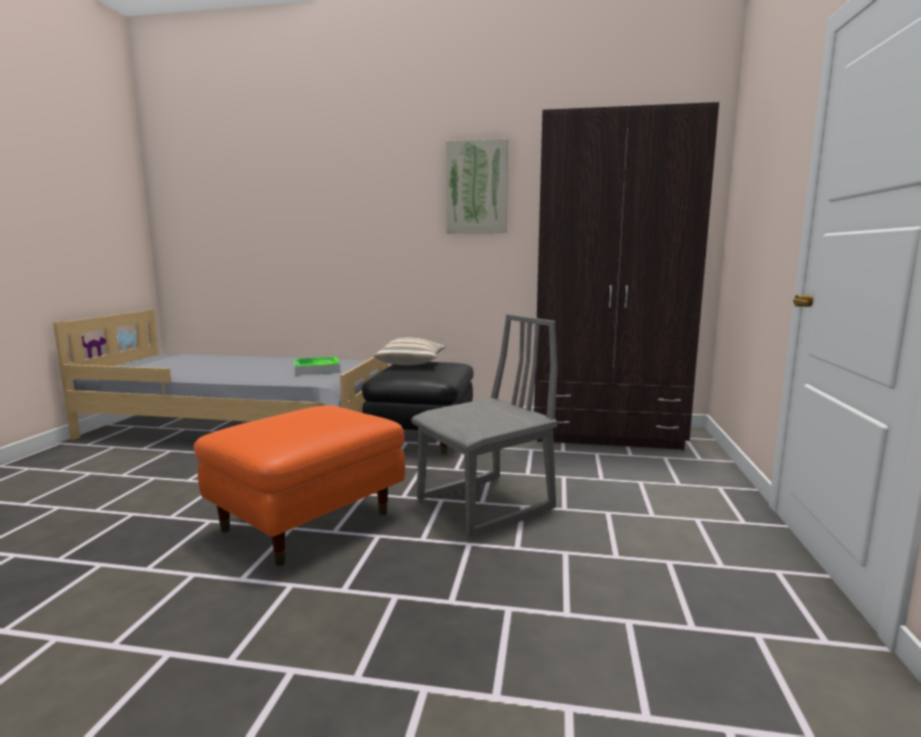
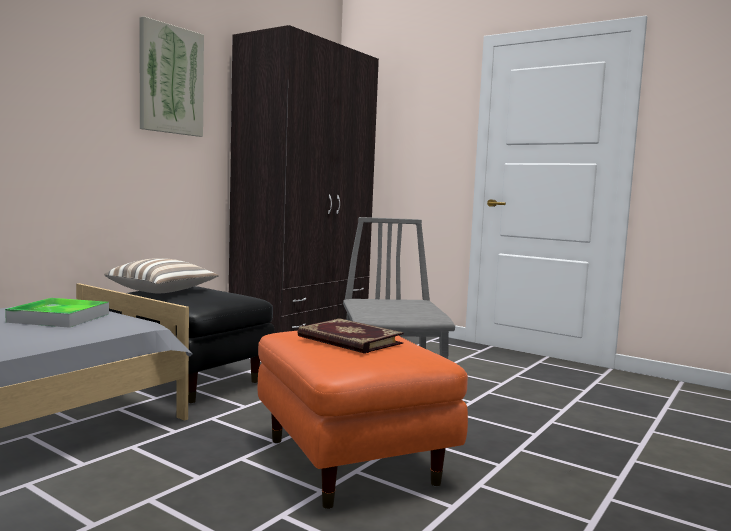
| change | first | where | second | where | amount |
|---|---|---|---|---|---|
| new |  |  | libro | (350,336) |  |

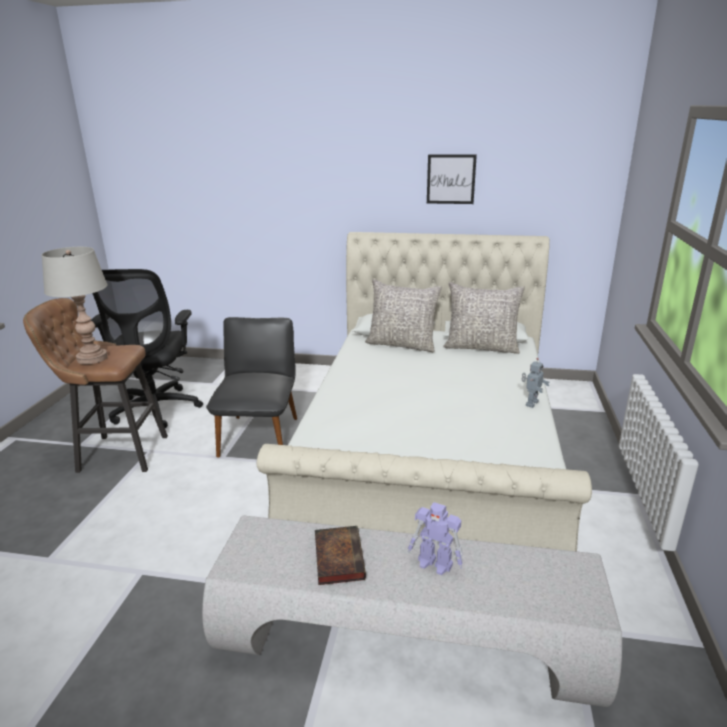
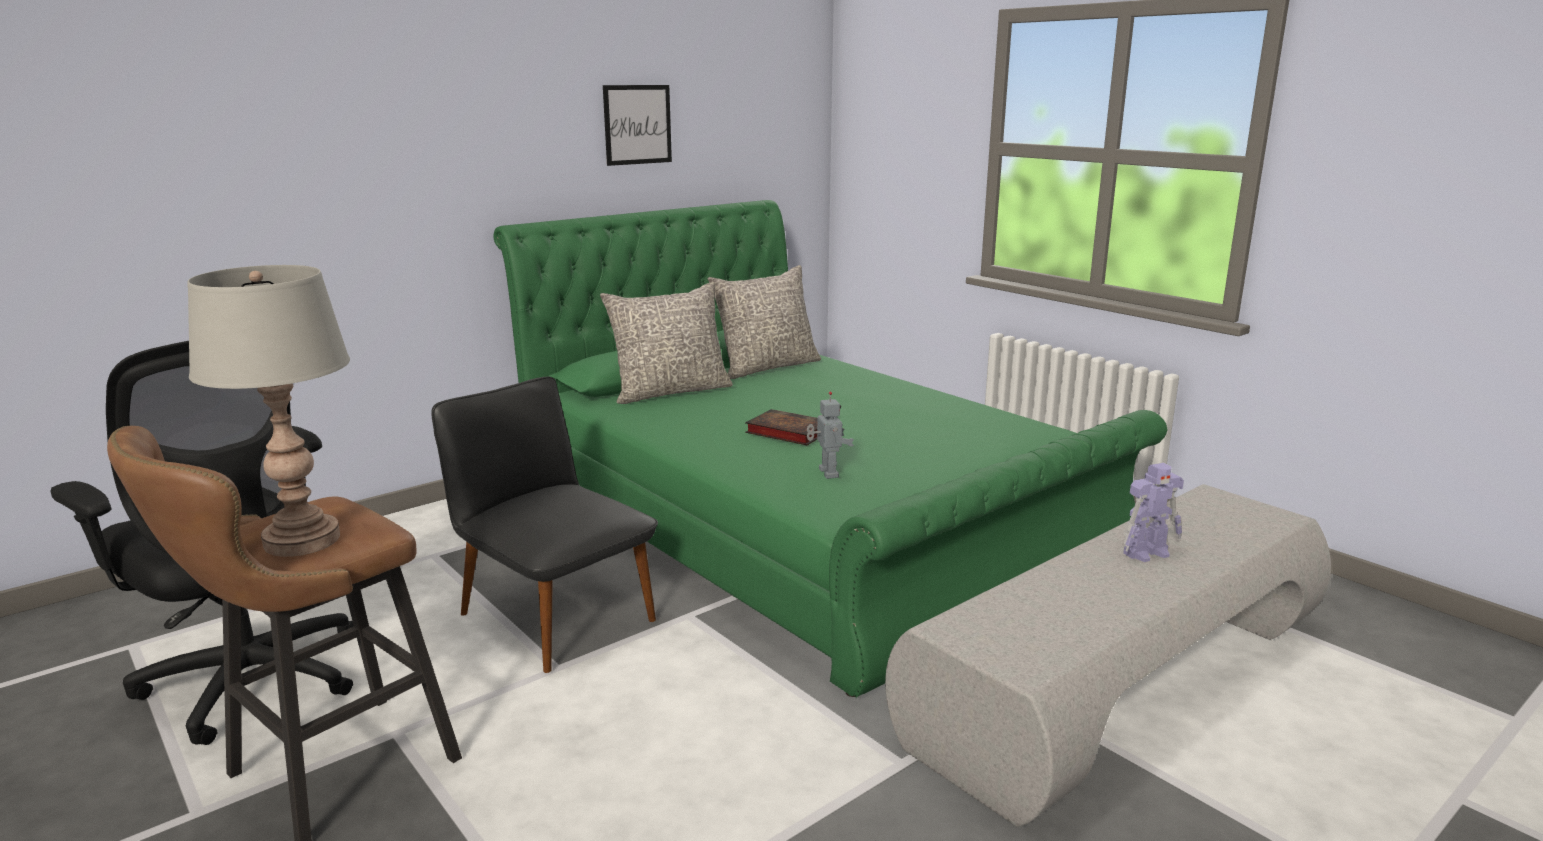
| change | first | where | second | where | amount |
|---|---|---|---|---|---|
| repainted | cama [beis] | (424,391) | cama [verde] | (830,449) |  |
| shifted | libro | (340,555) |  | (781,427) |  |
| shifted | robot de juguete | (535,383) |  | (830,435) |  |

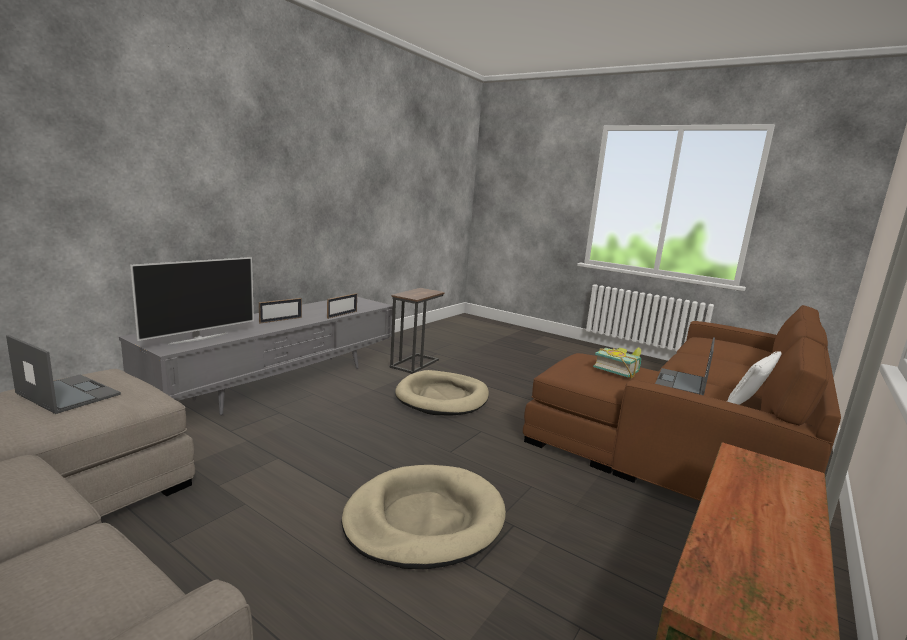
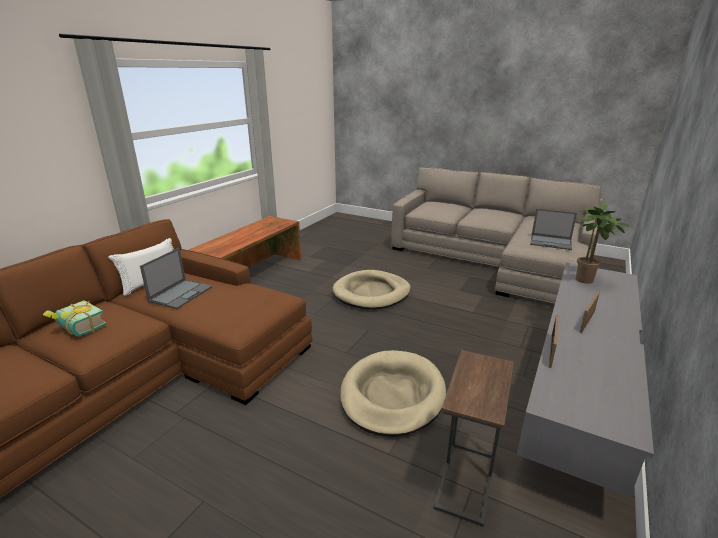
| change | first | where | second | where | amount |
|---|---|---|---|---|---|
| swapped | televisor | (192,301) | planta en maceta | (602,244) |  |
| shifted | libro | (617,363) |  | (74,318) |  |

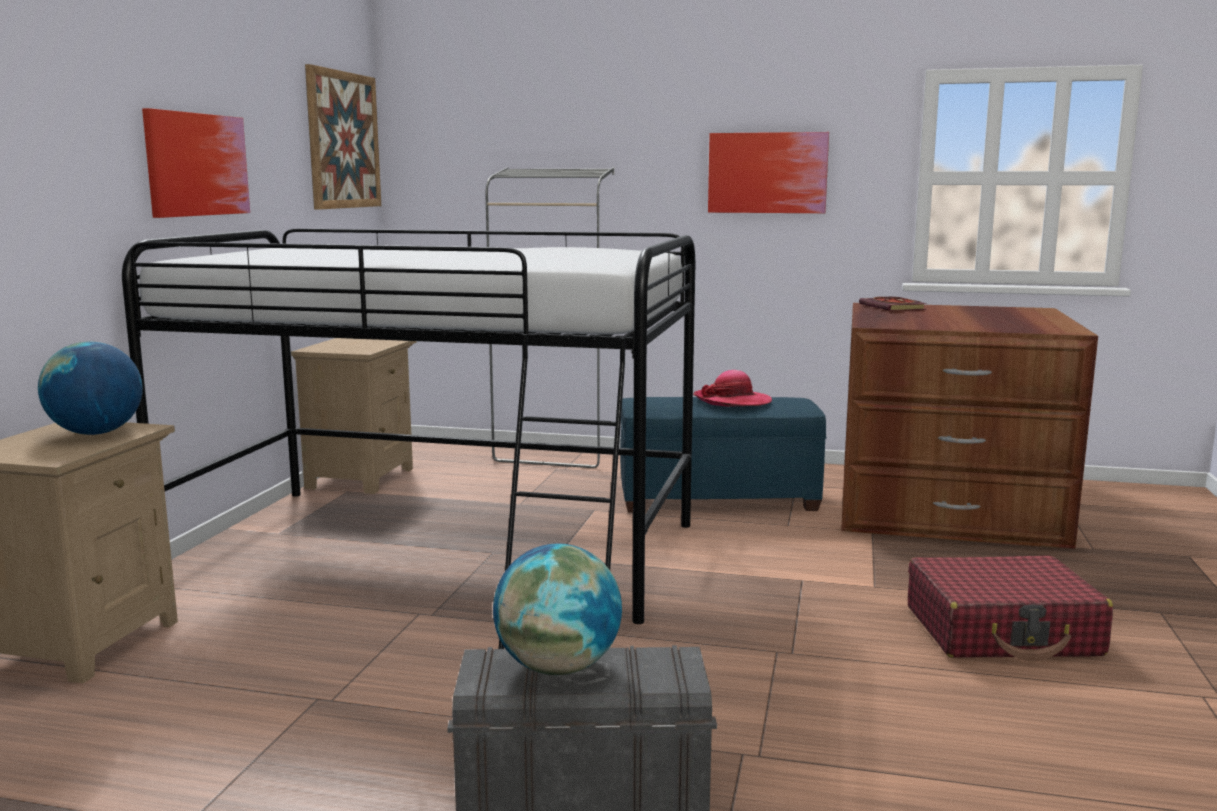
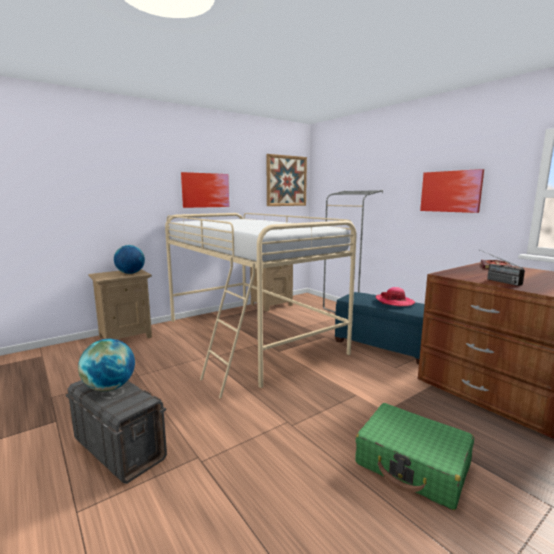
| change | first | where | second | where | amount |
|---|---|---|---|---|---|
| repainted | cama [negro] | (408,439) | cama [beis] | (260,305) |  |
| repainted | maleta [rojo] | (1010,608) | maleta [verde] | (414,456) |  |
| new |  |  | radio | (502,268) |  |

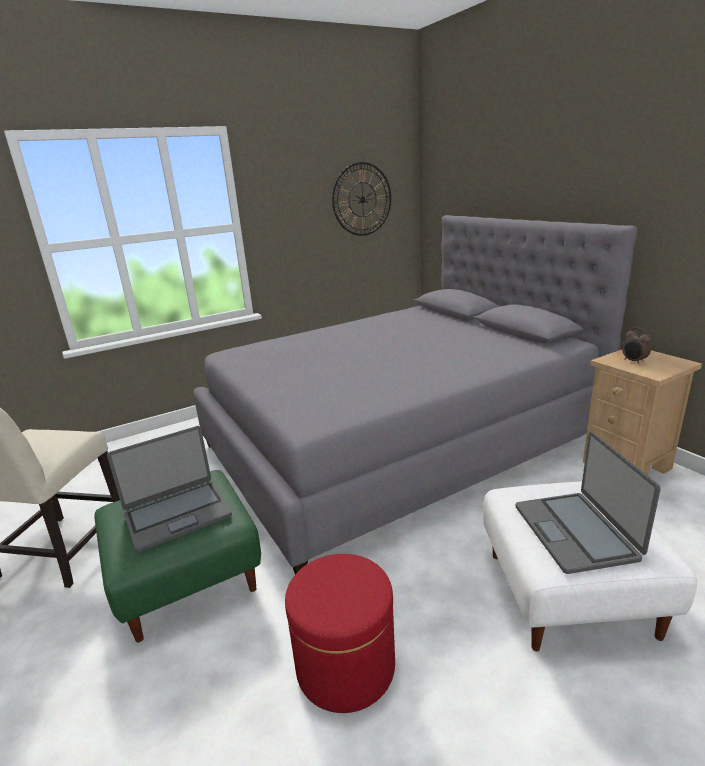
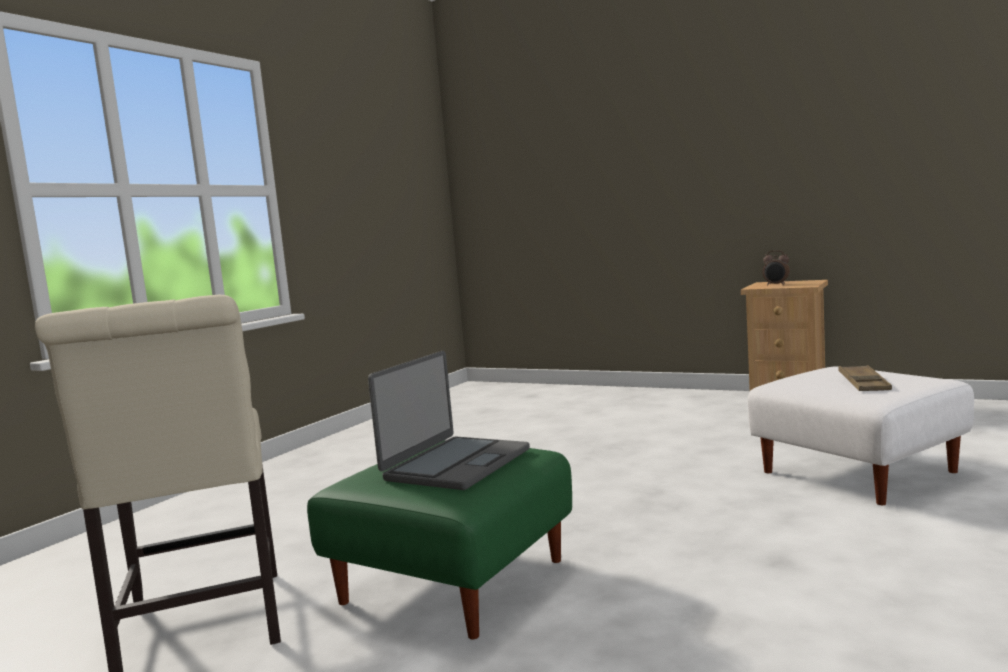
| change | first | where | second | where | amount |
|---|---|---|---|---|---|
| gone | cama [gris] | (415,394) |  |  |  |
| gone | puf [rojo] | (340,633) |  |  |  |
| gone | reloj de pared | (361,199) |  |  |  |
| swapped | portátil | (588,503) | bandeja [marrón] | (865,378) |  |

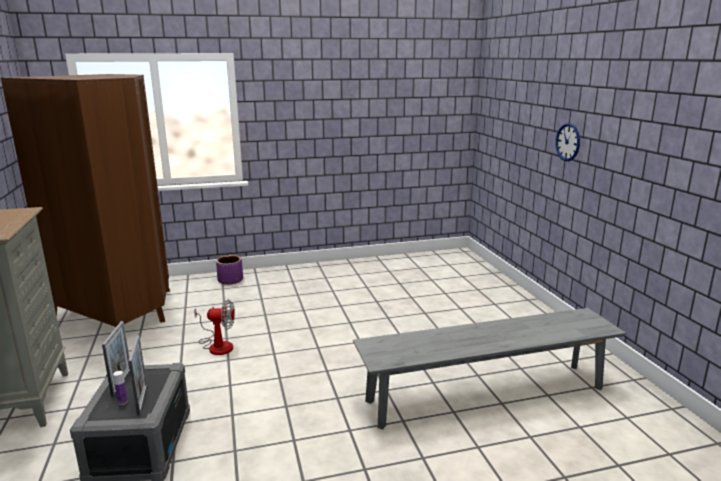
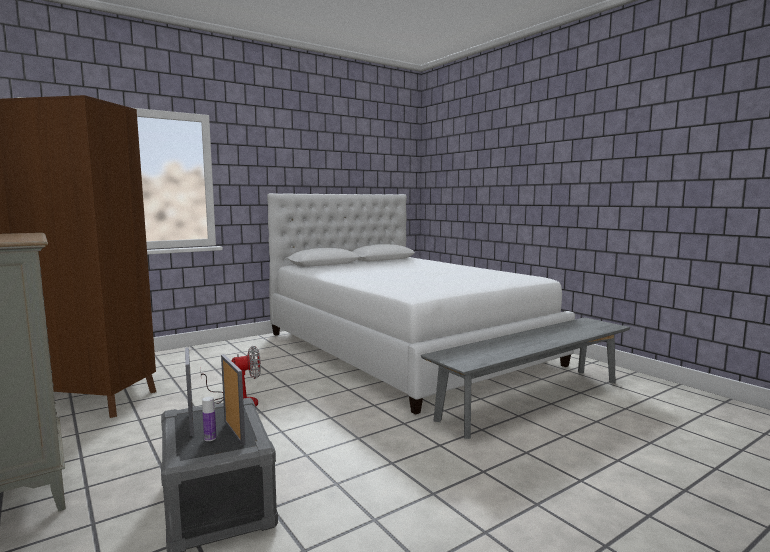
| change | first | where | second | where | amount |
|---|---|---|---|---|---|
| gone | maceta [morado] | (229,270) |  |  |  |
| gone | reloj de pared | (568,142) |  |  |  |
| new |  |  | cama [blanco] | (421,304) |  |

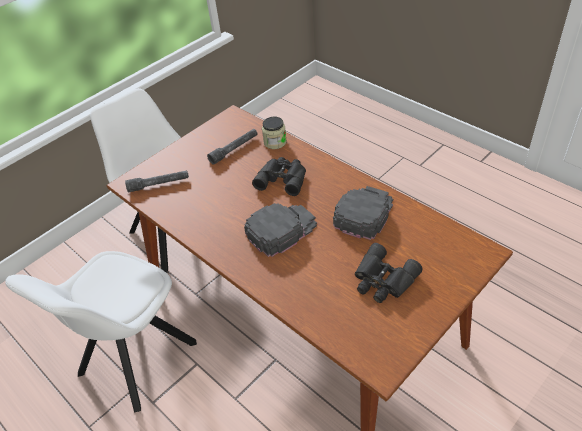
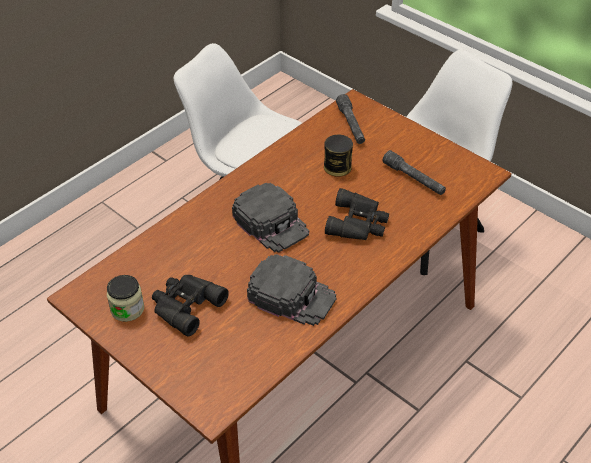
| change | first | where | second | where | amount |
|---|---|---|---|---|---|
| shifted | tarro | (274,133) |  | (125,298) |  |
| new |  |  | lata | (338,156) |  |

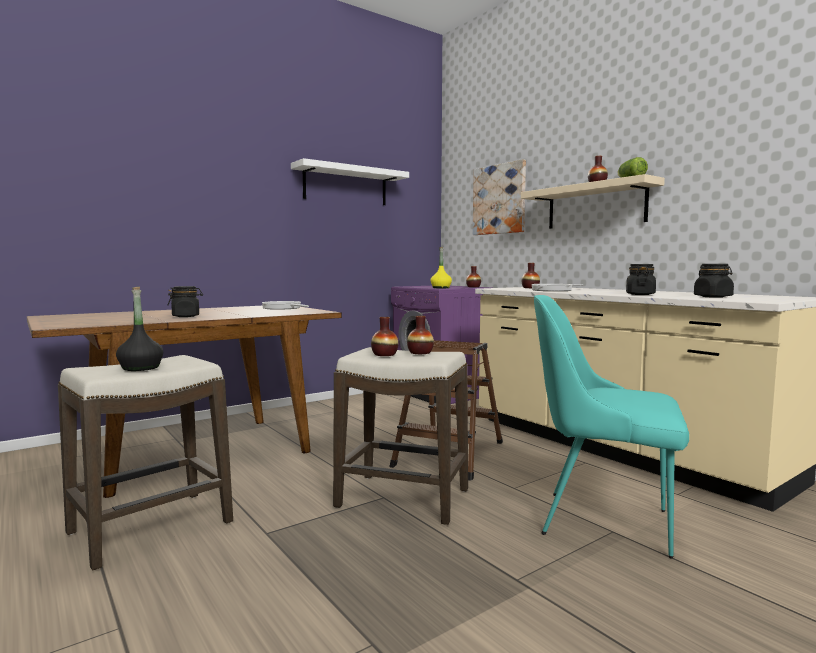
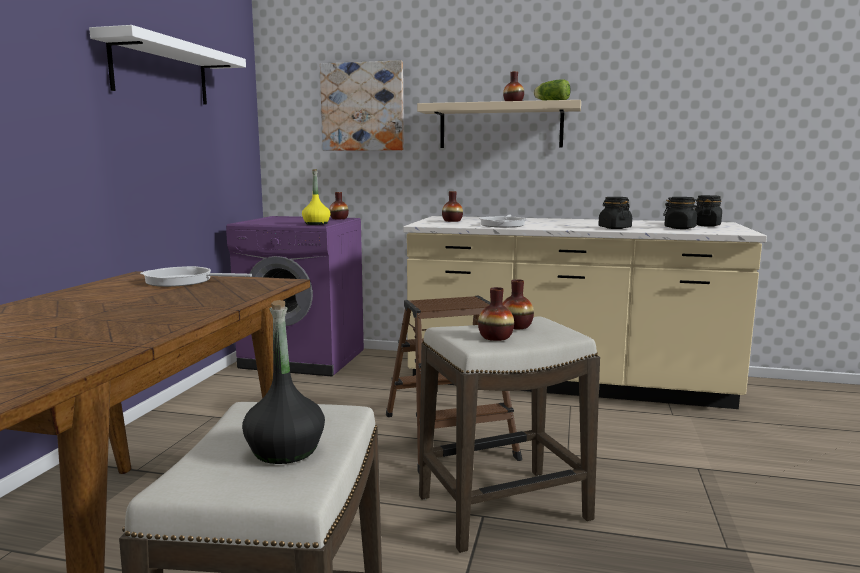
| change | first | where | second | where | amount |
|---|---|---|---|---|---|
| shifted | tarro [negro] | (185,301) |  | (708,211) |  |
| gone | silla [turquesa] | (611,427) |  |  |  |

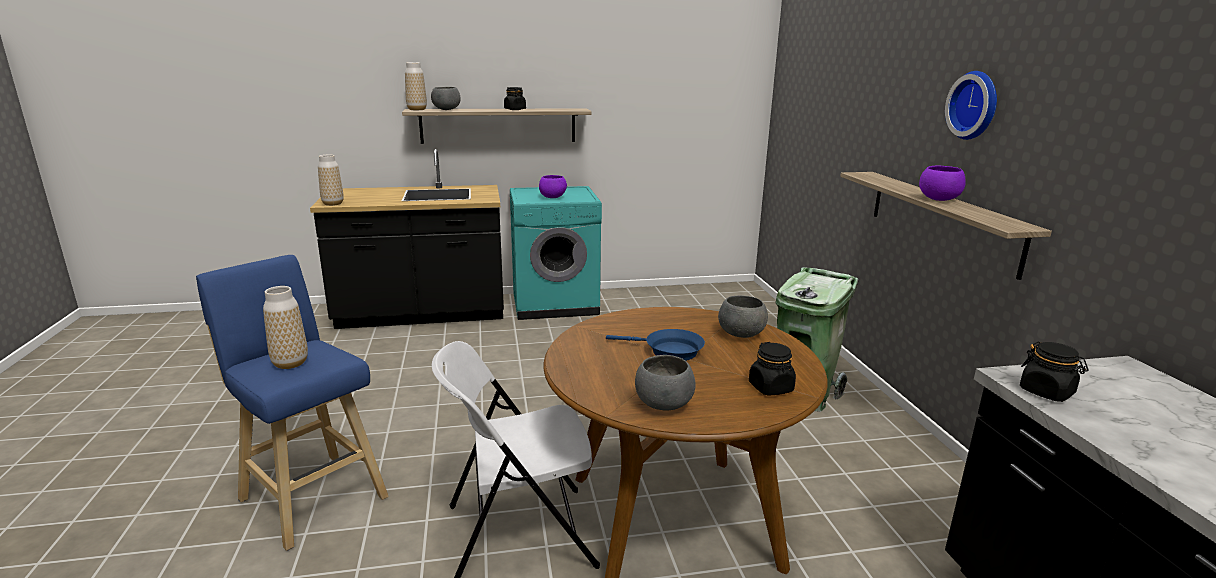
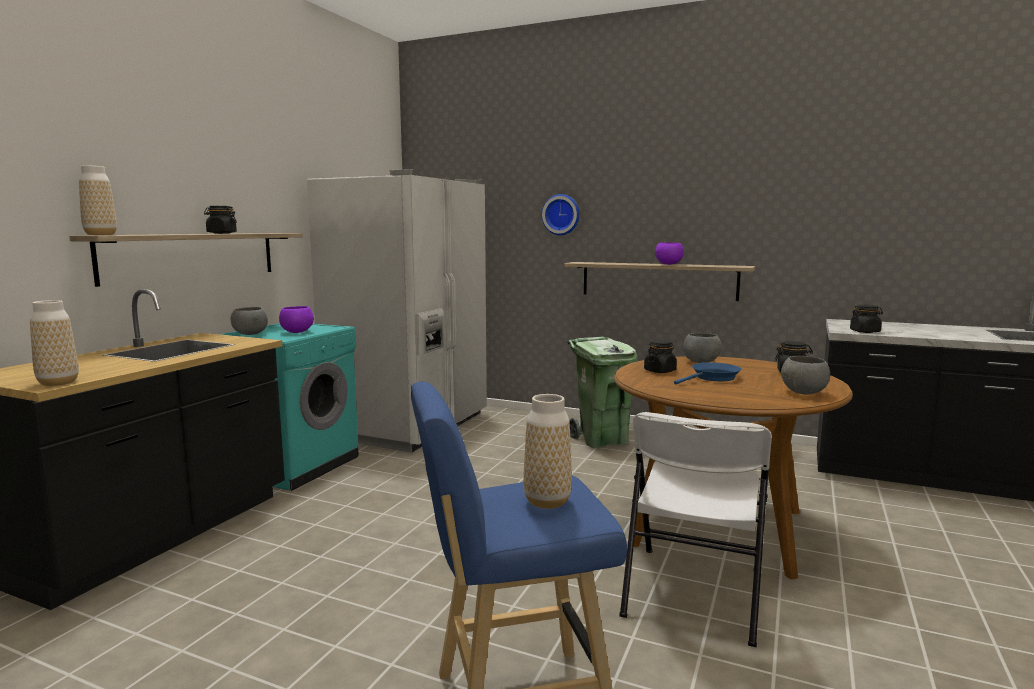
| change | first | where | second | where | amount |
|---|---|---|---|---|---|
| shifted | cuenco [gris] | (446,98) |  | (249,321) |  |
| shifted | reloj de pared | (971,105) |  | (561,214) |  |
| new |  |  | nevera [blanco] | (397,311) |  |
| new |  |  | tarro [negro] | (660,356) |  |

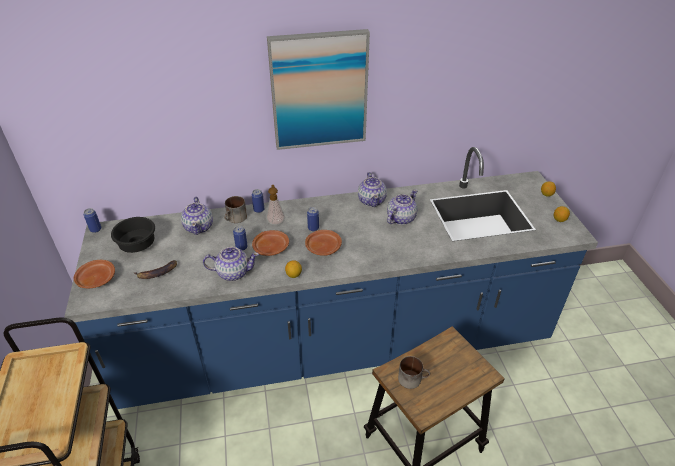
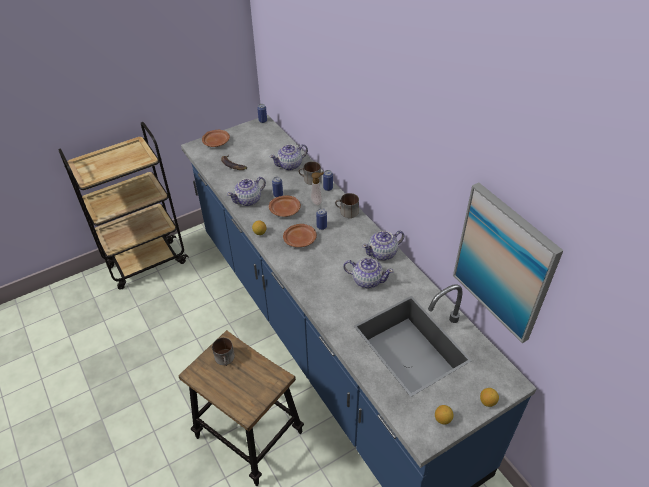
| change | first | where | second | where | amount |
|---|---|---|---|---|---|
| gone | cuenco [negro] | (133,235) |  |  |  |
| rotated | tetera | (231,264) |  | (246,191) | 75 degrees clockwise |
| shifted | cuadro | (318,89) |  | (508,263) |  |
| new |  |  | taza grande | (347,205) |  |

